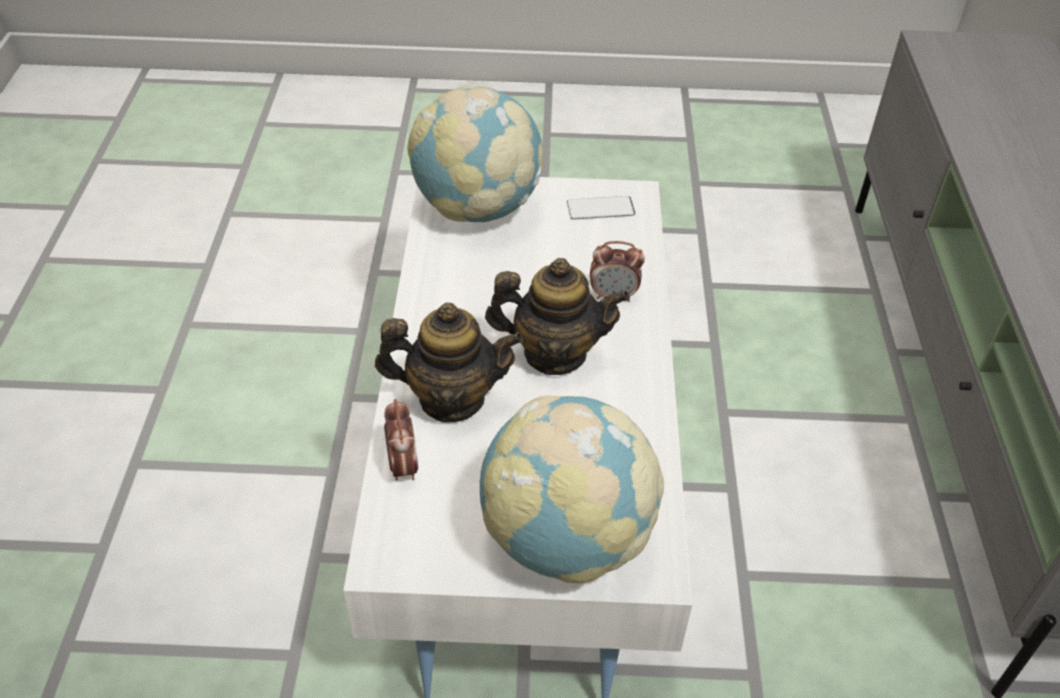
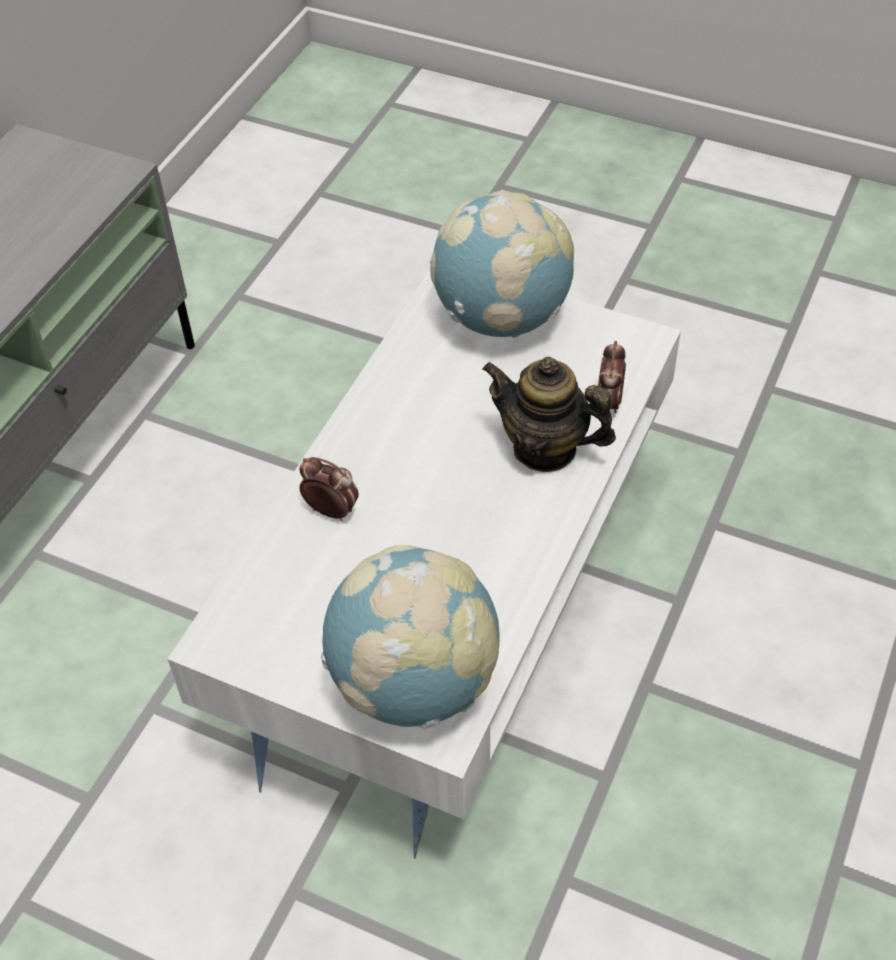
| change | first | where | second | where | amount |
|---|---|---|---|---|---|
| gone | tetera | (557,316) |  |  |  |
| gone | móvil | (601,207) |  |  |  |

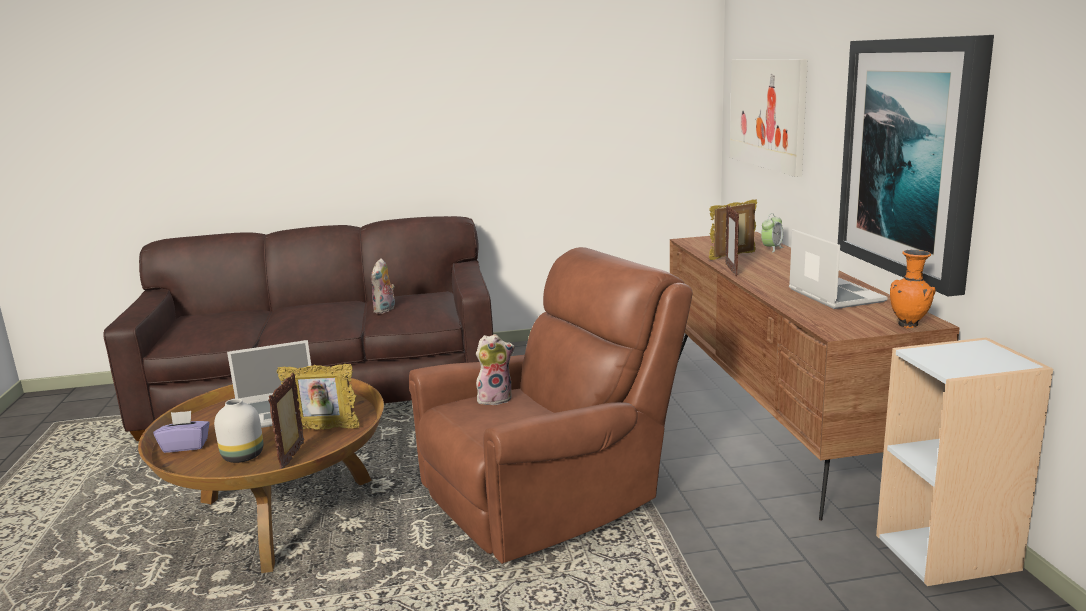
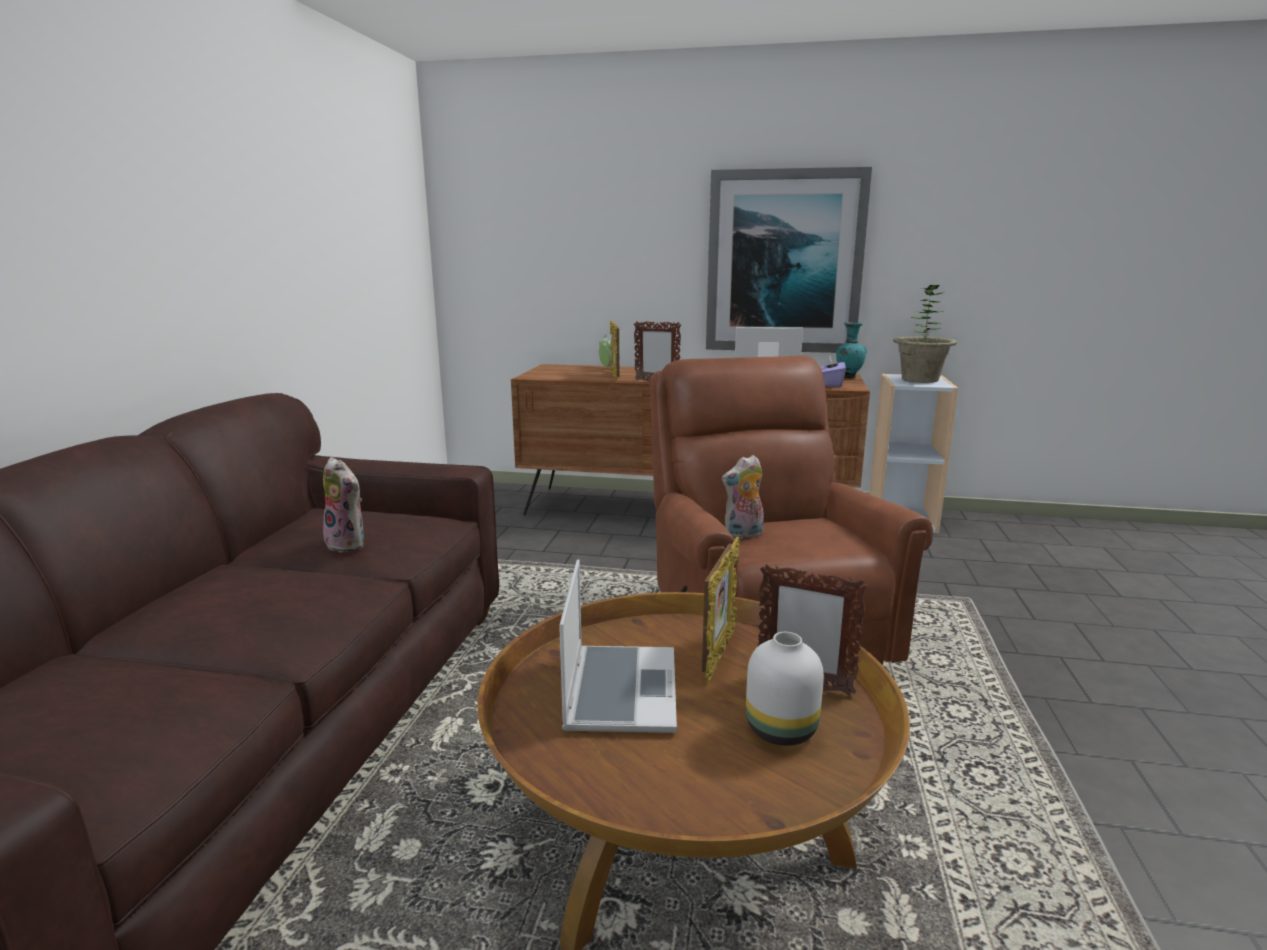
| change | first | where | second | where | amount |
|---|---|---|---|---|---|
| shifted | caja de pañuelos [morado] | (181,432) |  | (833,371) |  |
| rotated | peluche | (495,369) |  | (743,497) | 120 degrees counterclockwise |
| gone | cuadro | (769,118) |  |  |  |
| repainted | florero [naranja] | (912,289) | florero [turquesa] | (851,350) |  |
| new |  |  | planta en maceta | (925,334) |  |

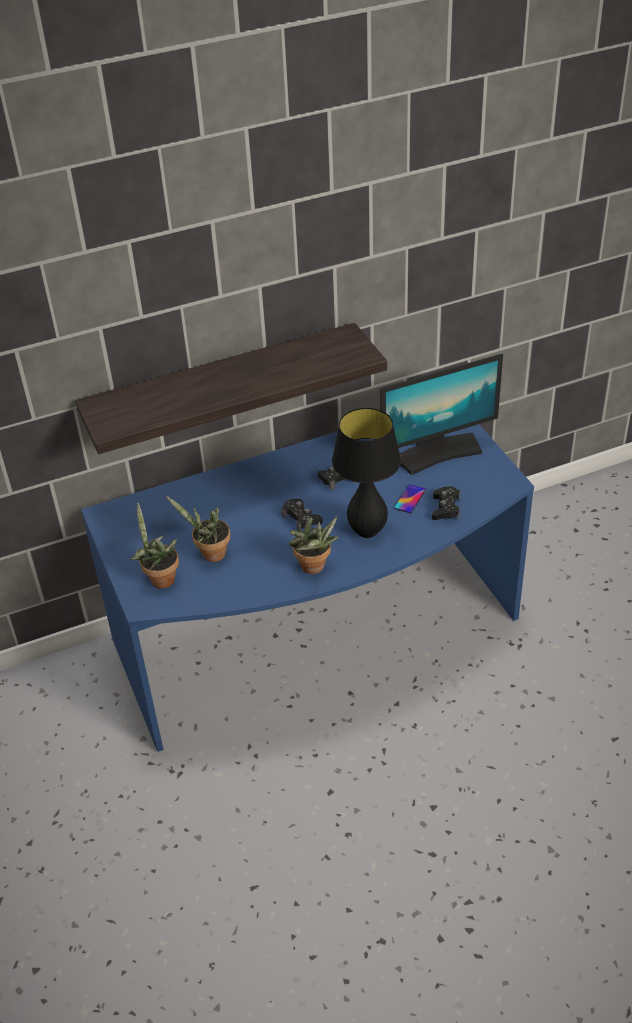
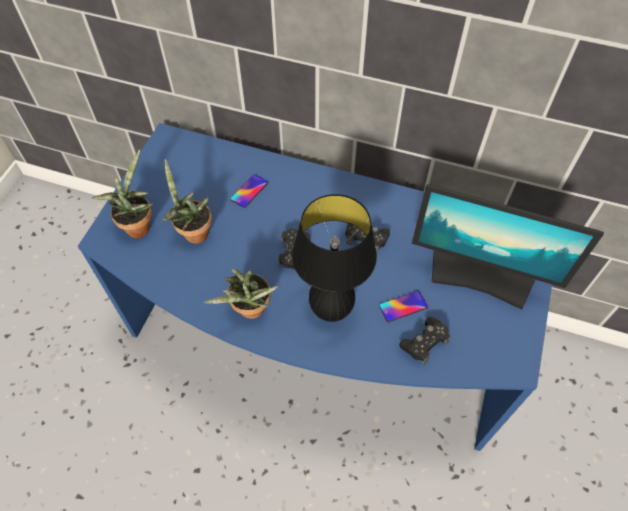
| change | first | where | second | where | amount |
|---|---|---|---|---|---|
| gone | estante | (231,388) |  |  |  |
| new |  |  | móvil | (249,191) |  |

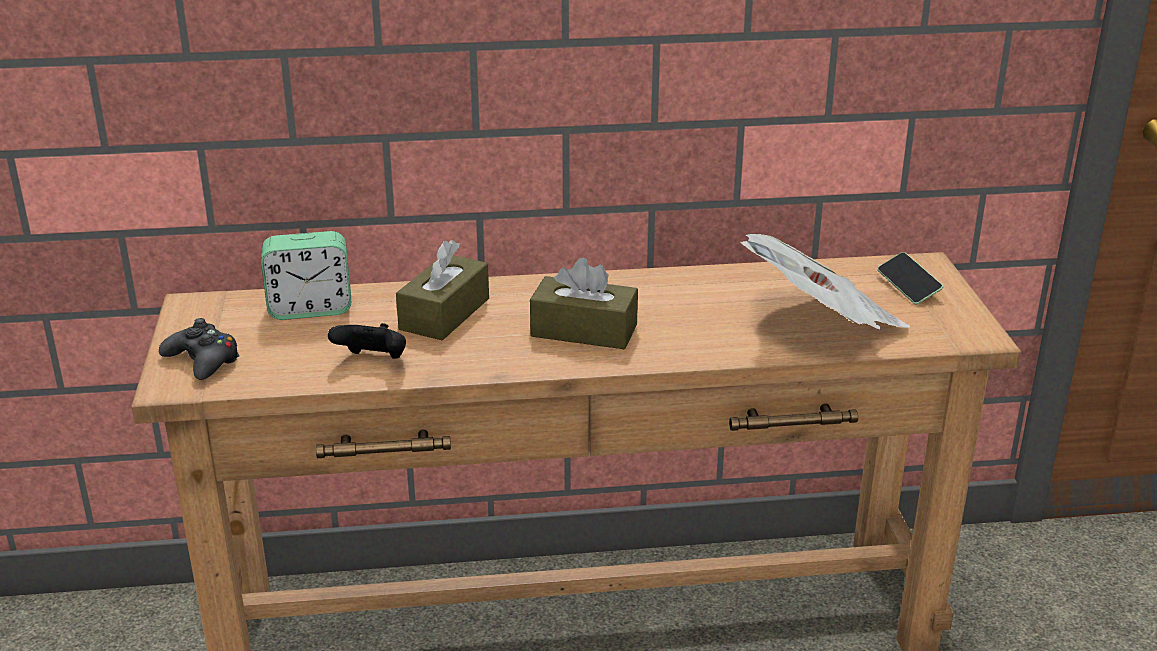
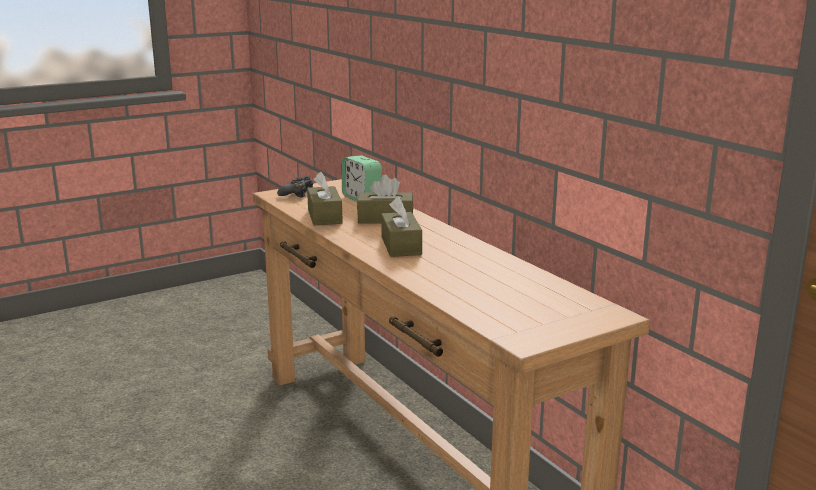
| change | first | where | second | where | amount |
|---|---|---|---|---|---|
| swapped | mando de consola [negro] | (367,341) | caja de pañuelos [marrón] | (325,198) |  |
| gone | periódico | (825,281) |  |  |  |
| gone | móvil | (910,278) |  |  |  |

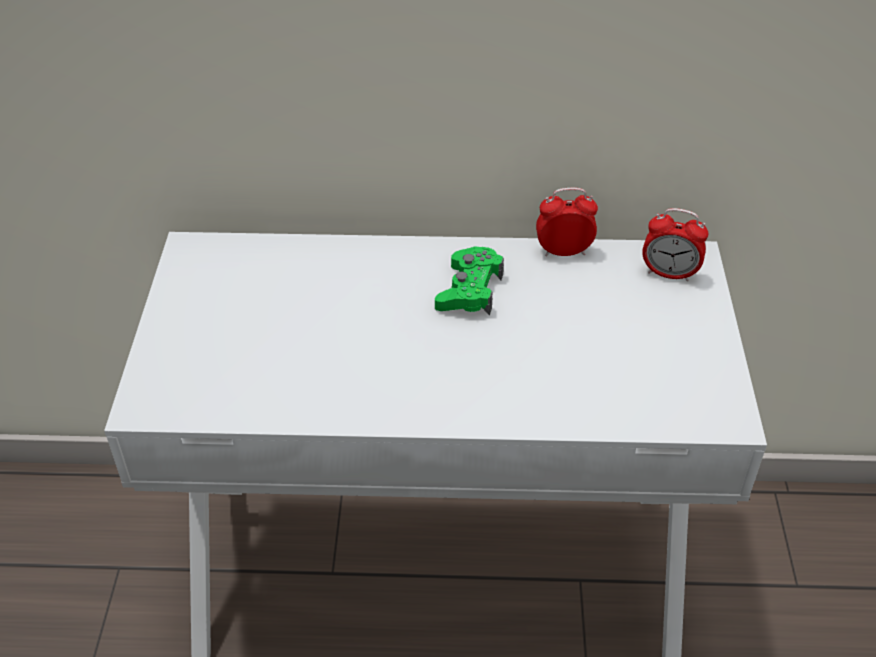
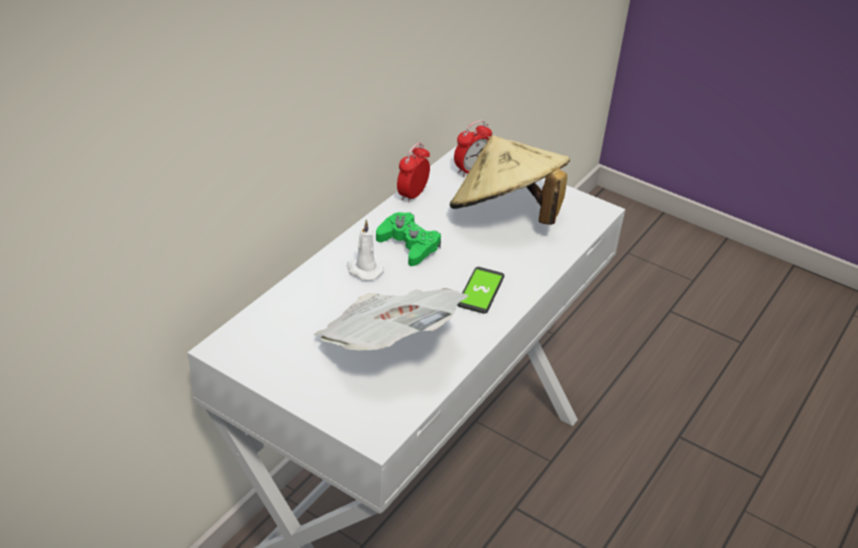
| change | first | where | second | where | amount |
|---|---|---|---|---|---|
| new |  |  | periódico | (390,319) |  |
| new |  |  | vela [blanco] | (364,250) |  |
| new |  |  | sombrero [beis] | (510,180) |  |
| new |  |  | móvil | (480,290) |  |

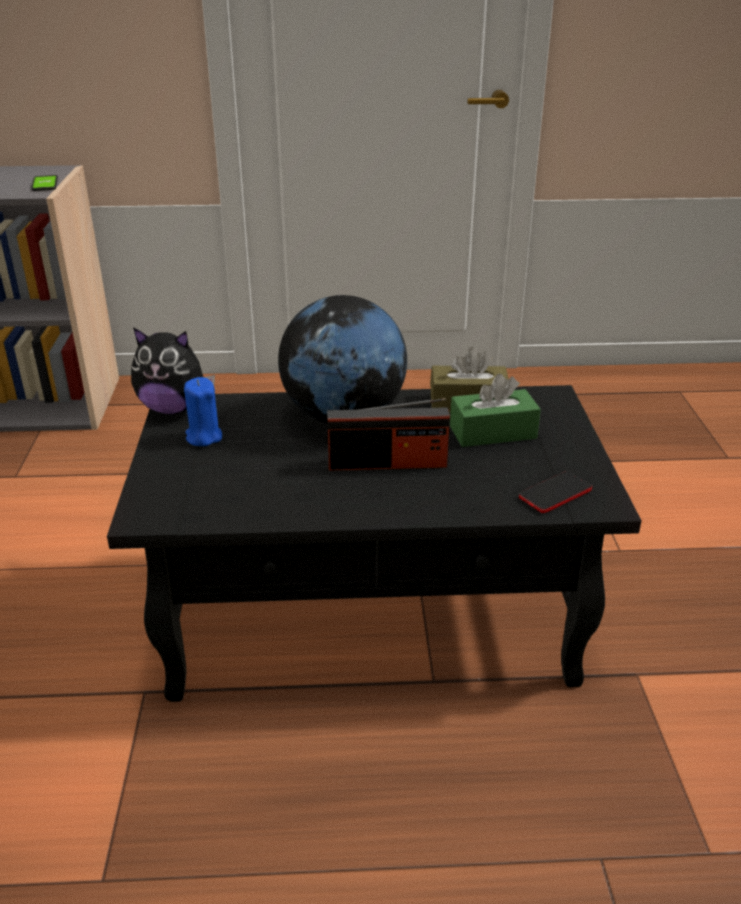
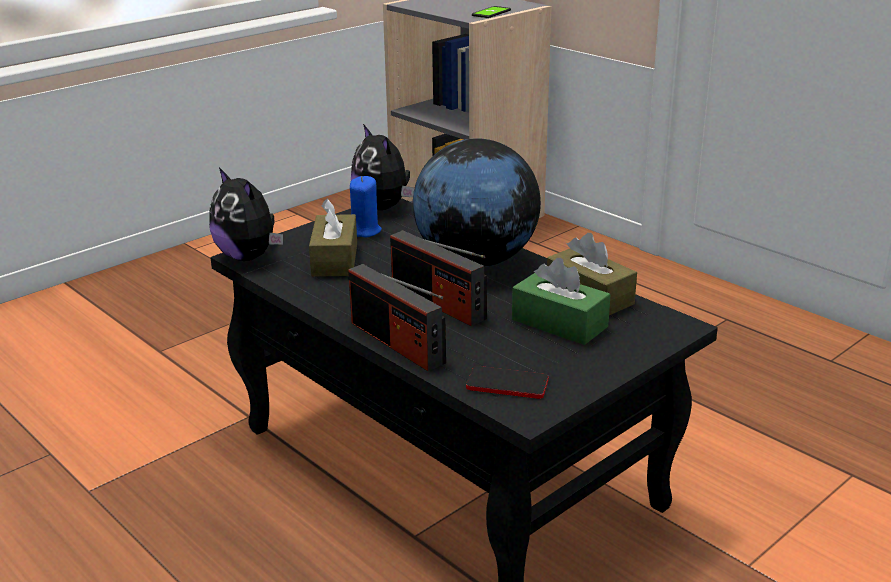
| change | first | where | second | where | amount |
|---|---|---|---|---|---|
| new |  |  | peluche | (246,214) |  |
| new |  |  | caja de pañuelos [marrón] | (333,238) |  |
| new |  |  | radio | (397,317) |  |

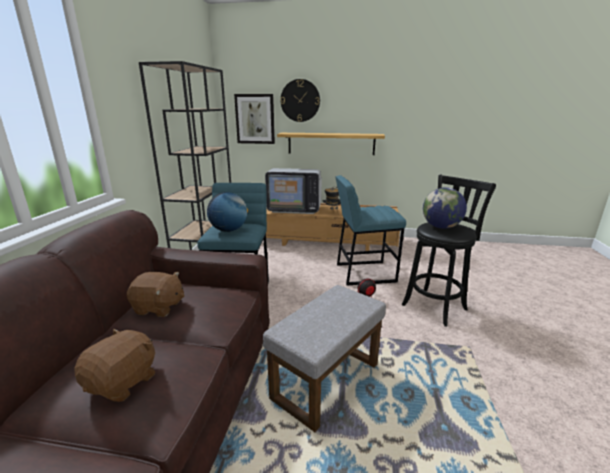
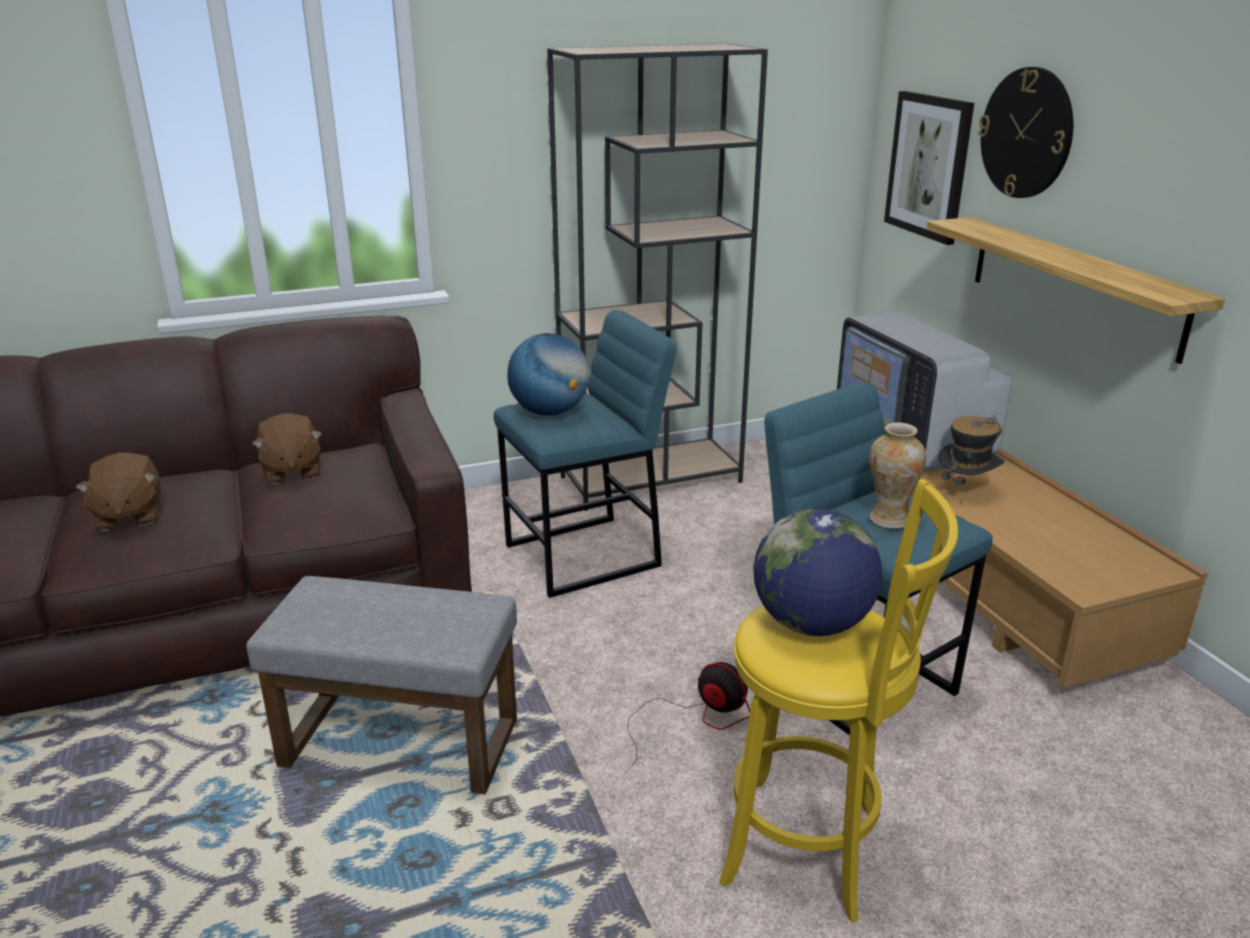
| change | first | where | second | where | amount |
|---|---|---|---|---|---|
| rotated | peluche [marrón] | (115,365) |  | (118,492) | 75 degrees clockwise |
| repainted | taburete [negro] | (449,251) | taburete [amarillo] | (838,700) |  |
| new |  |  | florero | (897,475) |  |

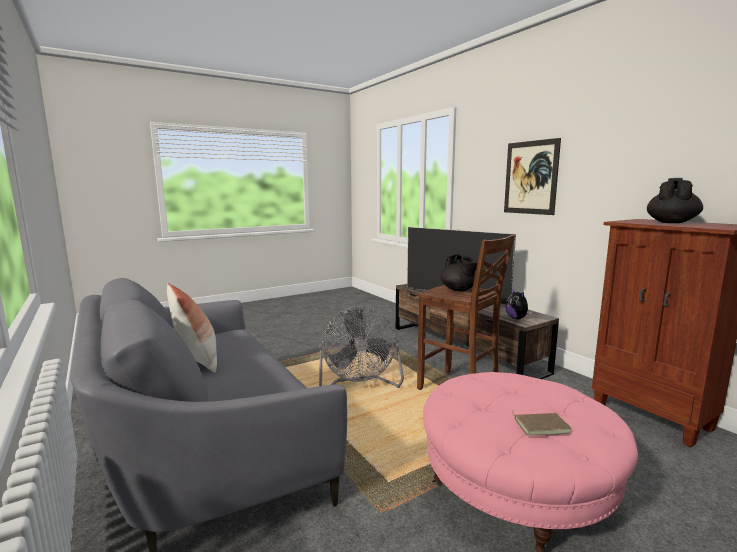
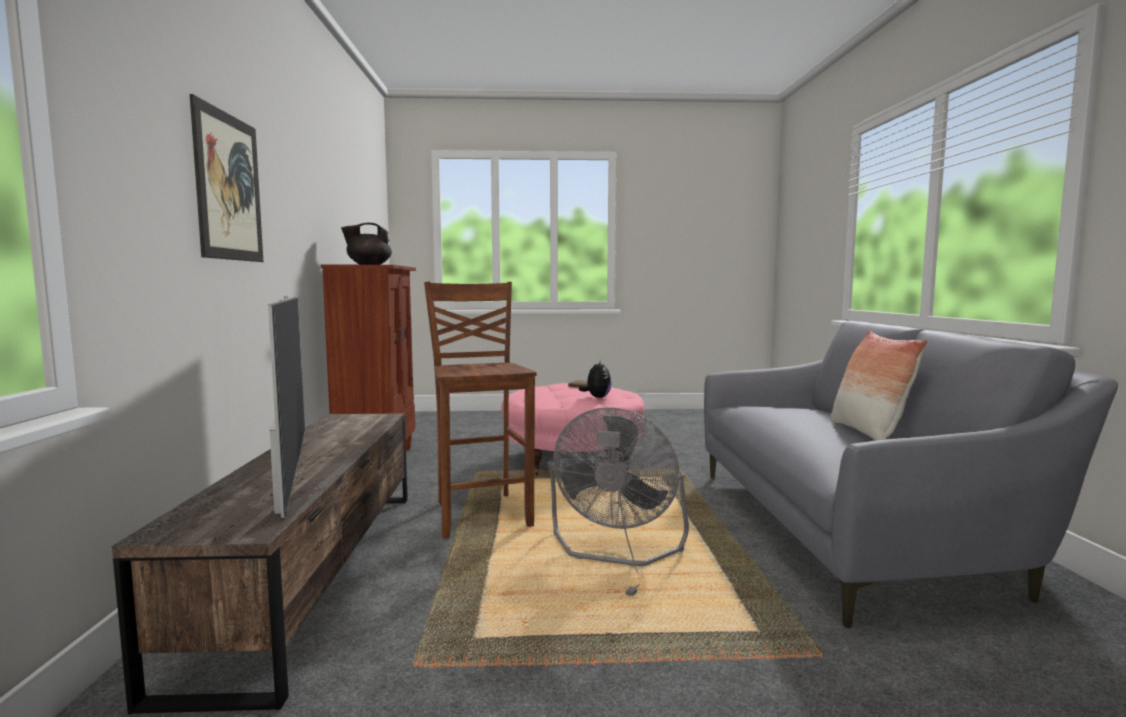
| change | first | where | second | where | amount |
|---|---|---|---|---|---|
| gone | tetera [negro] | (459,272) |  |  |  |
| shifted | peluche | (518,304) |  | (595,379) |  |

